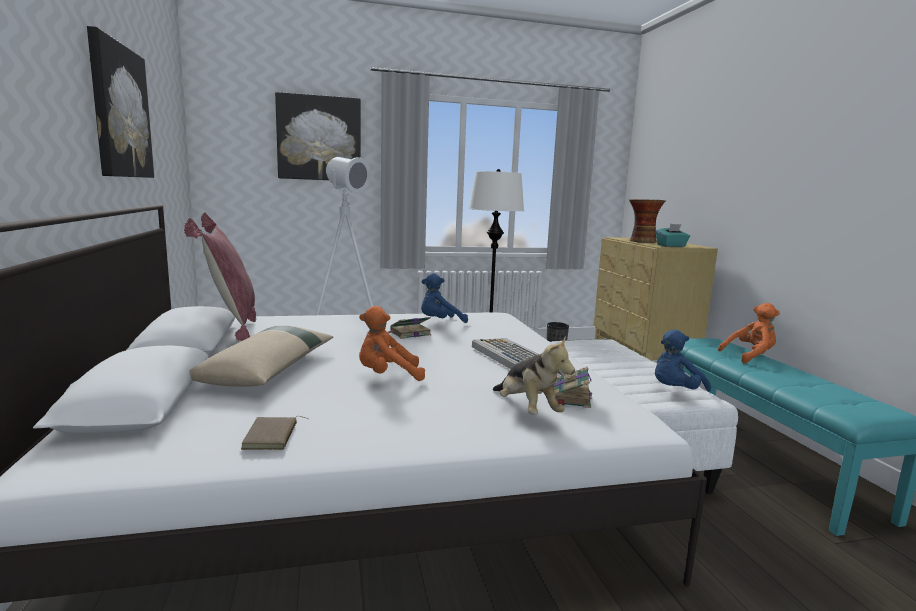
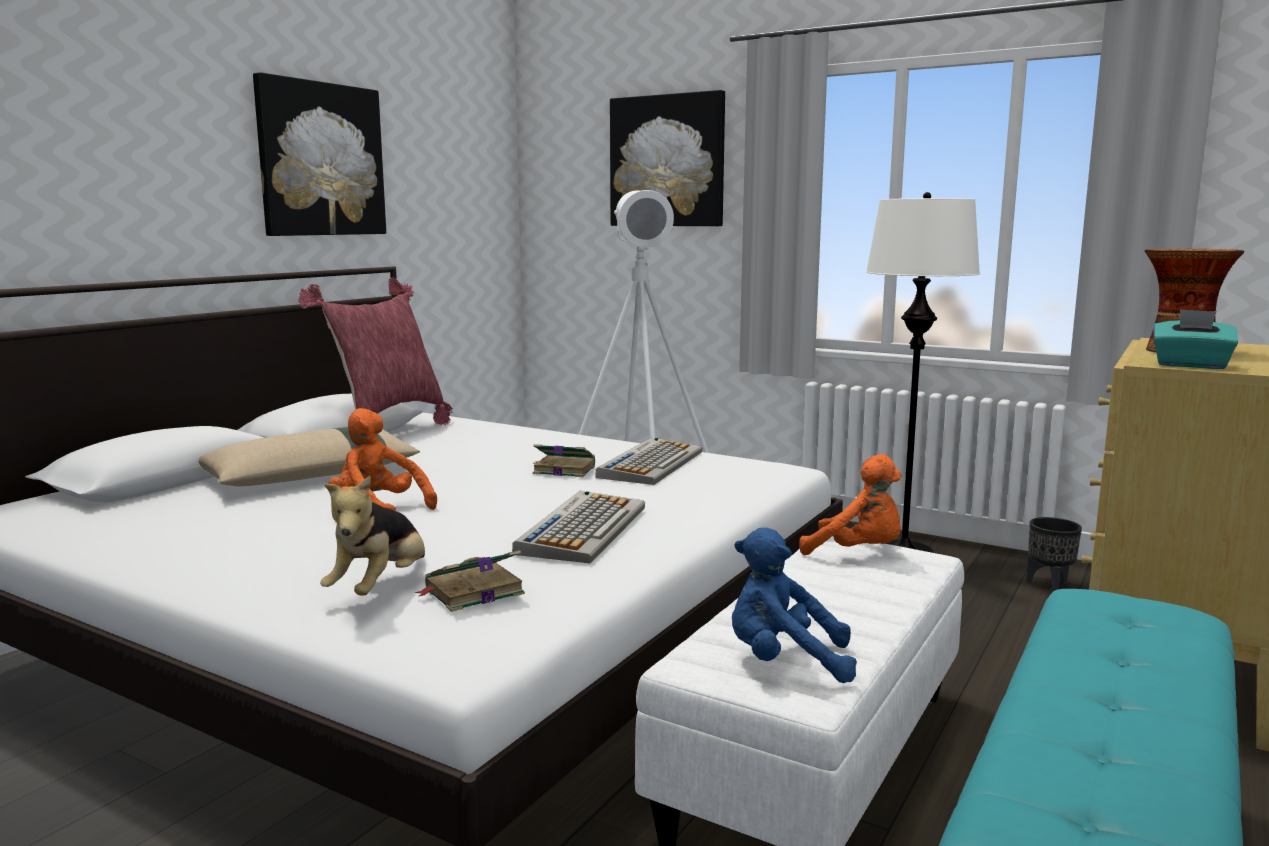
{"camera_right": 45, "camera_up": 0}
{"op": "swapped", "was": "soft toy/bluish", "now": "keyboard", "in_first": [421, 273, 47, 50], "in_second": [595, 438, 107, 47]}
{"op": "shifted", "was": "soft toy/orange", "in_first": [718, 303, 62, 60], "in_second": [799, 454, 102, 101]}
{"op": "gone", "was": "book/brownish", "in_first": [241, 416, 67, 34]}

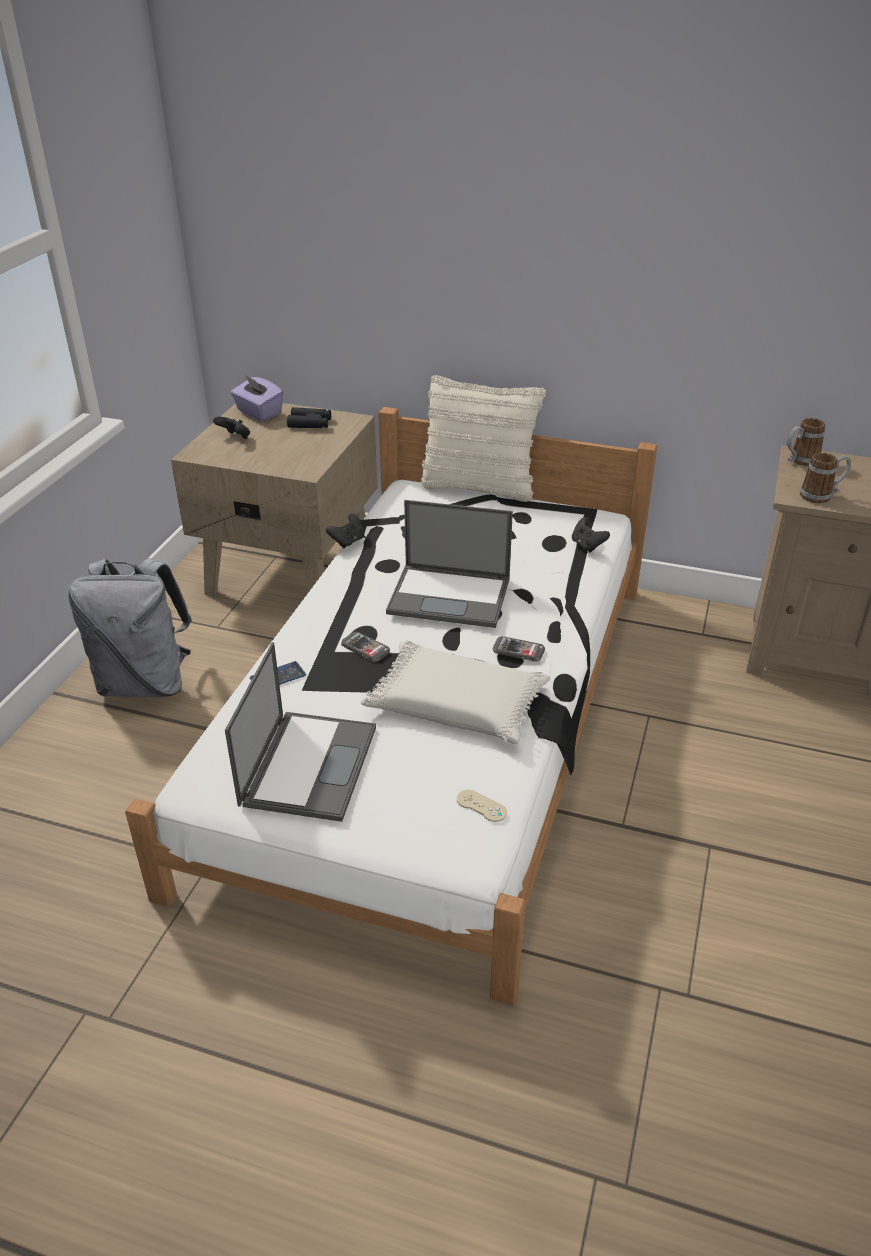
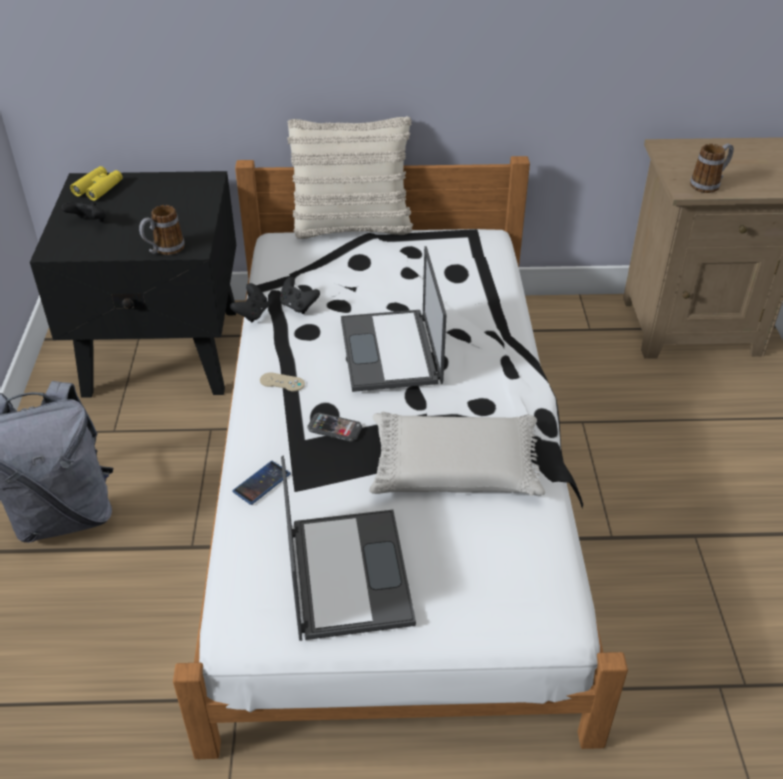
{"camera_right": -20, "camera_up": 5}
{"op": "repainted", "was": "nightstand/beige-coloured", "now": "nightstand/blackish", "in_first": [171, 403, 206, 193], "in_second": [30, 171, 206, 227]}
{"op": "swapped", "was": "tissue box/purplish", "now": "binoculars/yellowish", "in_first": [231, 374, 52, 47], "in_second": [70, 166, 53, 35]}
{"op": "shifted", "was": "mug", "in_first": [787, 418, 38, 48], "in_second": [139, 205, 46, 50]}
{"op": "shifted", "was": "joypad/beige-coloured", "in_first": [457, 790, 50, 32], "in_second": [260, 372, 45, 20]}
{"op": "shifted", "was": "joypad/blackish", "in_first": [572, 517, 38, 36], "in_second": [280, 277, 40, 37]}
{"op": "rotated", "was": "portable computer", "in_first": [386, 500, 127, 128], "in_second": [341, 246, 105, 146], "clockwise": 90}
{"op": "gone", "was": "binoculars/blackish", "in_first": [287, 407, 44, 21]}
{"op": "gone", "was": "phone", "in_first": [493, 636, 52, 26]}

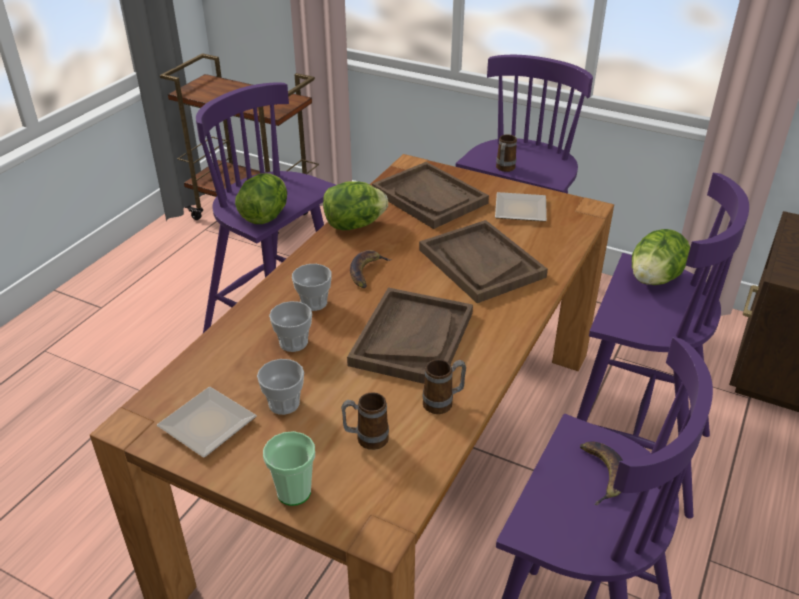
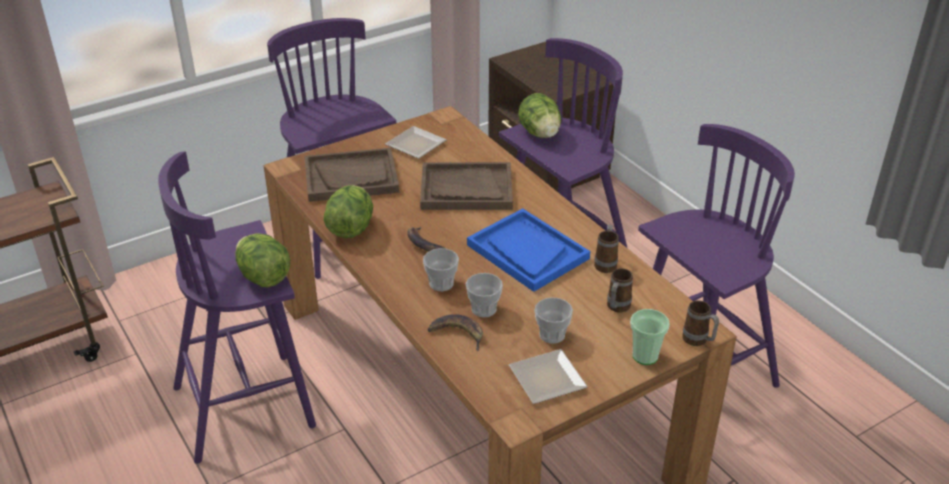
{"camera_right": -60, "camera_up": 0}
{"op": "shifted", "was": "banana", "in_first": [580, 441, 43, 64], "in_second": [427, 314, 56, 37]}
{"op": "repainted", "was": "tray/brownish", "now": "tray/bluish", "in_first": [347, 287, 126, 97], "in_second": [467, 208, 123, 84]}
{"op": "shifted", "was": "mug", "in_first": [496, 134, 21, 38], "in_second": [682, 300, 37, 46]}

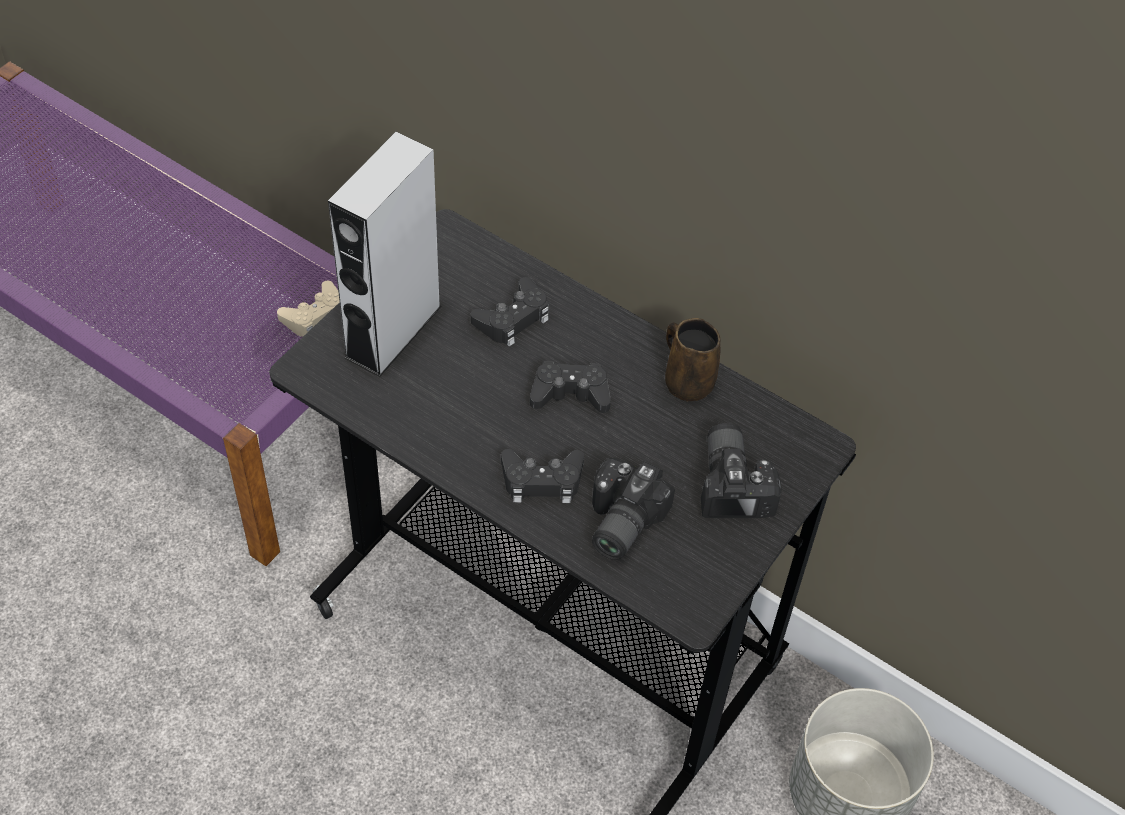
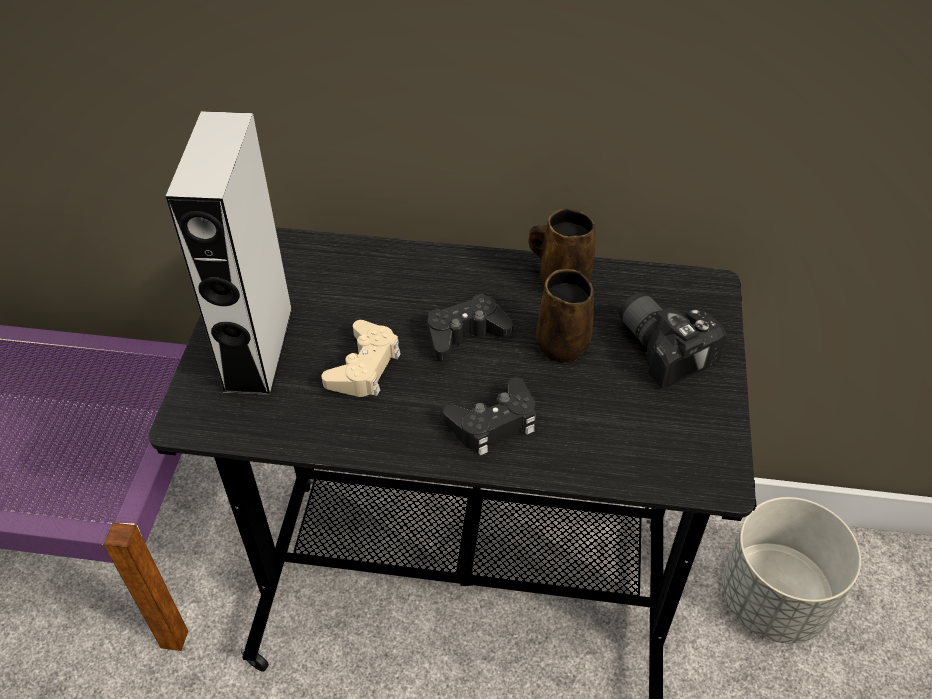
{"camera_right": -25, "camera_up": -5}
{"op": "shifted", "was": "joypad/beige-coloured", "in_first": [277, 281, 63, 56], "in_second": [322, 320, 79, 77]}
{"op": "new", "now": "mug/brownish", "in_second": [536, 269, 58, 94]}
{"op": "gone", "was": "joypad/blackish", "in_first": [471, 277, 78, 69]}
{"op": "gone", "was": "still camera", "in_first": [592, 458, 83, 102]}

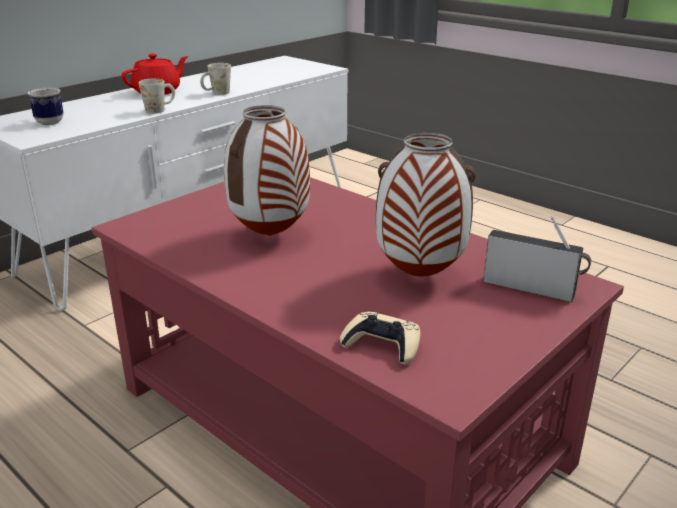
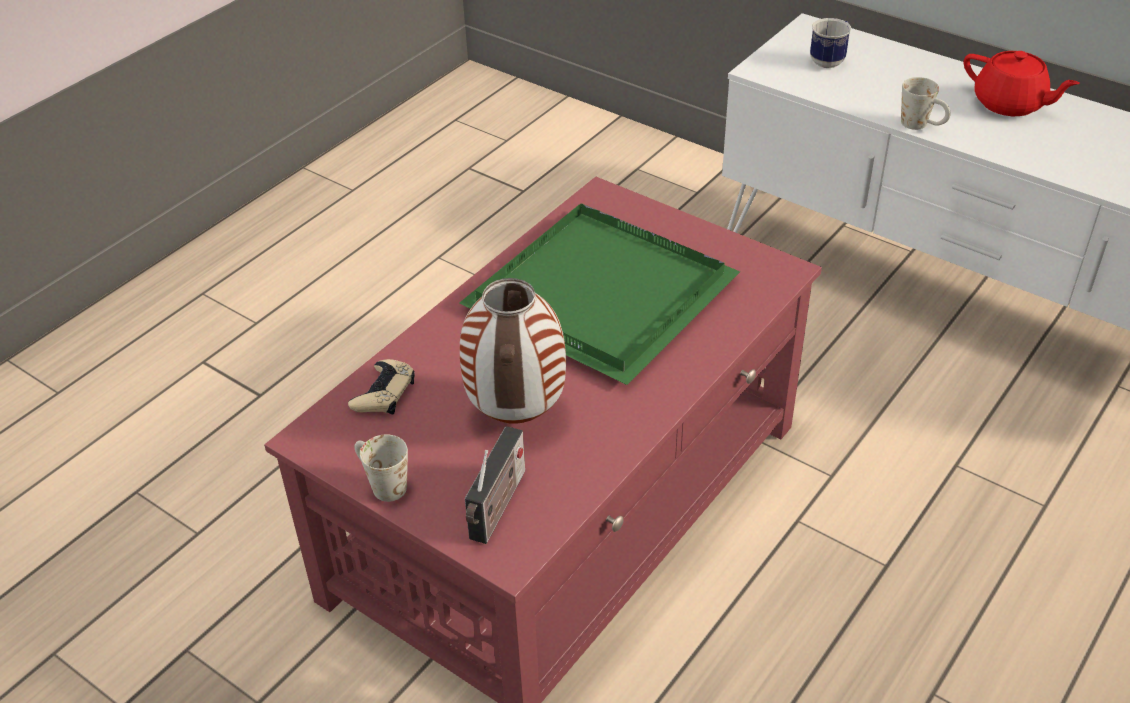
{"camera_right": 85, "camera_up": 15}
{"op": "shifted", "was": "mug/white-coloured", "in_first": [200, 63, 31, 32], "in_second": [355, 434, 53, 68]}
{"op": "swapped", "was": "vase", "now": "tray/greenish", "in_first": [224, 105, 86, 131], "in_second": [459, 203, 281, 182]}

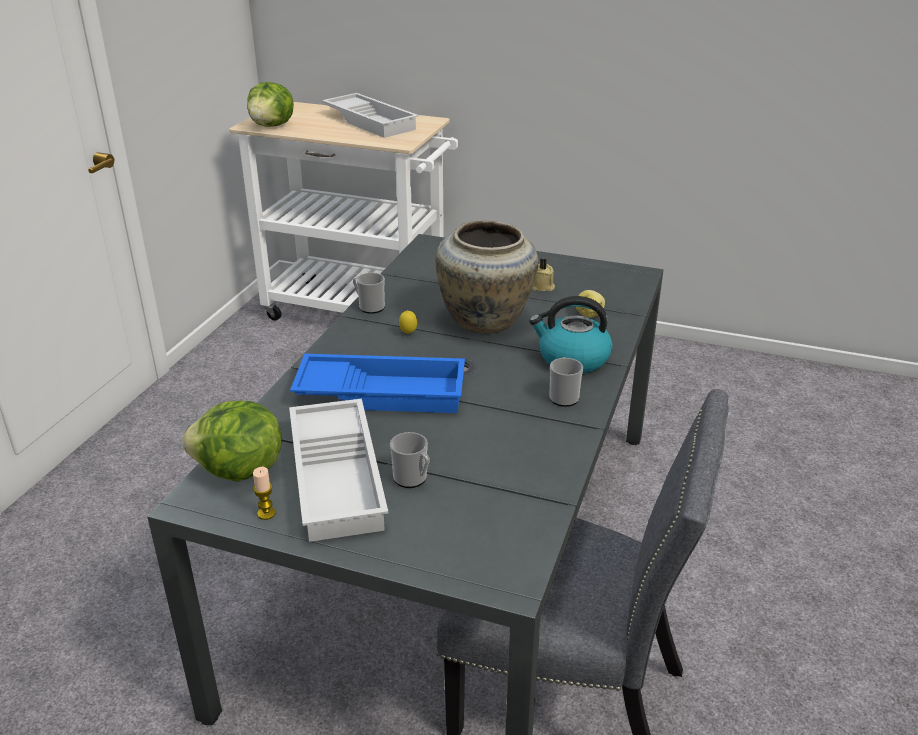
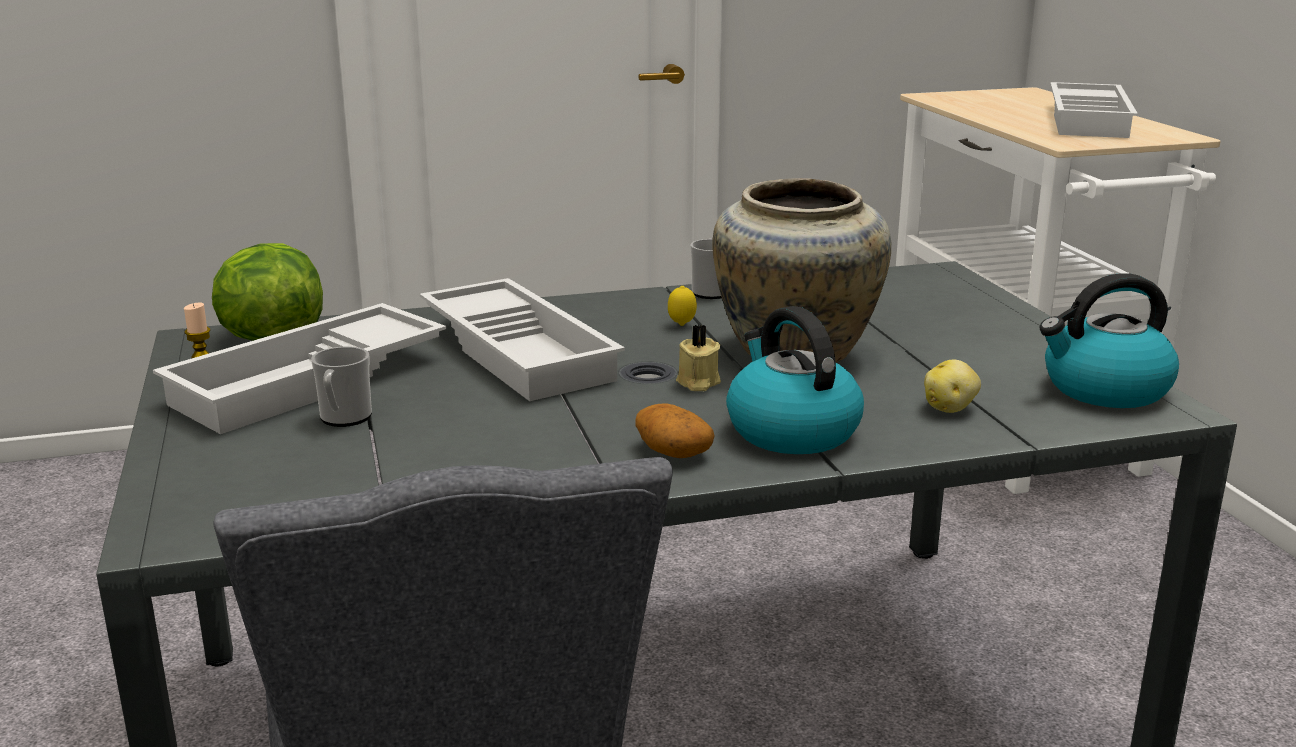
{"camera_right": 55, "camera_up": -10}
{"op": "repainted", "was": "tray/bluish", "now": "tray/white-coloured", "in_first": [290, 354, 175, 59], "in_second": [420, 278, 205, 123]}
{"op": "swapped", "was": "mug", "now": "potato", "in_first": [549, 357, 34, 50], "in_second": [635, 403, 80, 55]}
{"op": "shifted", "was": "wax light/beige-coloured", "in_first": [532, 258, 23, 33], "in_second": [676, 325, 45, 66]}
{"op": "new", "now": "water kettle", "in_second": [1039, 273, 140, 135]}
{"op": "gone", "was": "head of lettuce", "in_first": [247, 82, 47, 45]}

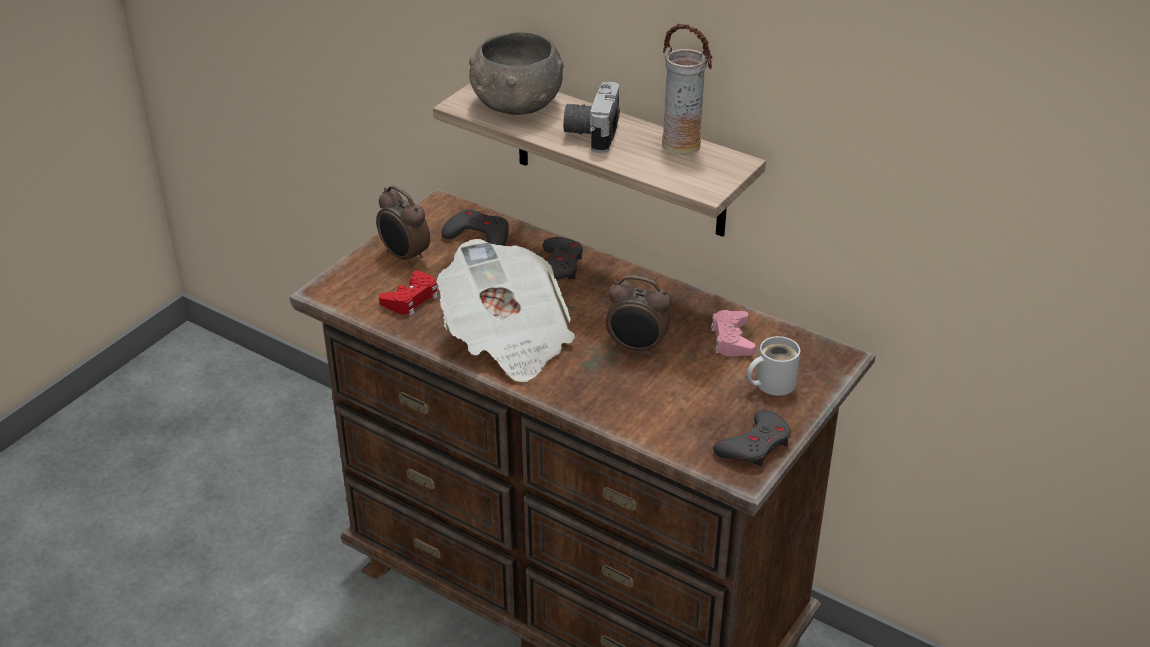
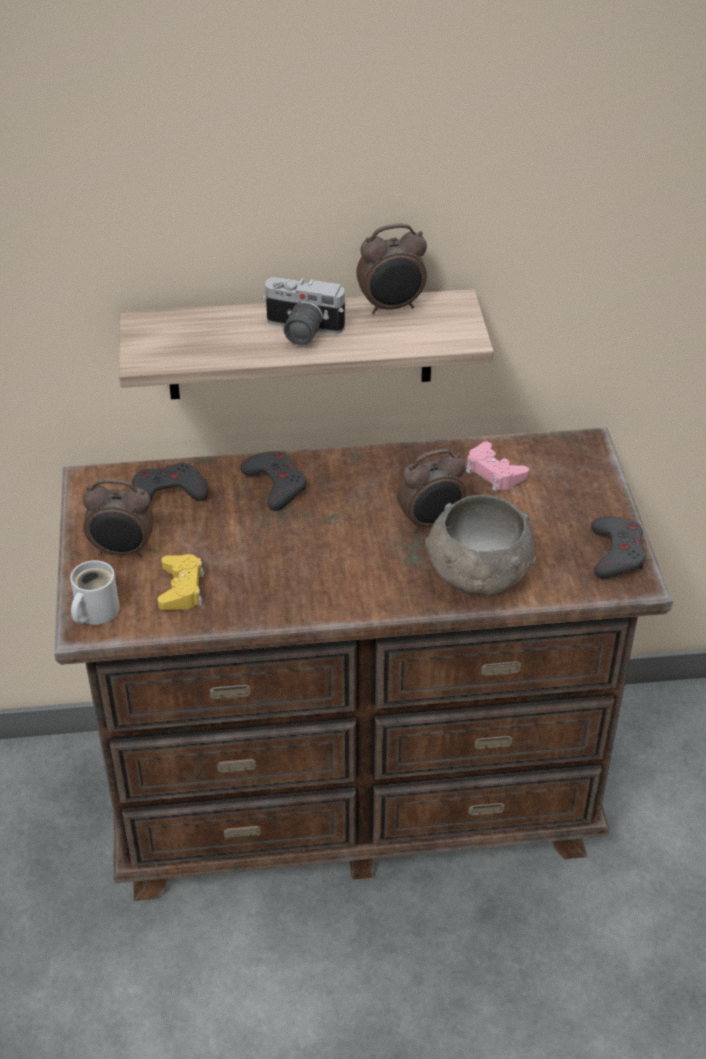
{"camera_right": -40, "camera_up": 5}
{"op": "shifted", "was": "mug/white-coloured", "in_first": [747, 336, 53, 60], "in_second": [70, 560, 50, 65]}
{"op": "repainted", "was": "joypad/reddish", "now": "joypad/yellowish", "in_first": [379, 271, 59, 45], "in_second": [158, 554, 46, 56]}
{"op": "rotated", "was": "still camera", "in_first": [563, 82, 57, 71], "in_second": [262, 277, 84, 68], "clockwise": -45}
{"op": "swapped", "was": "vase", "now": "bedside clock", "in_first": [662, 24, 50, 131], "in_second": [356, 224, 71, 90]}
{"op": "shifted", "was": "bowl/grey", "in_first": [469, 32, 95, 83], "in_second": [425, 495, 111, 100]}
{"op": "gone", "was": "newspaper", "in_first": [437, 239, 138, 143]}

